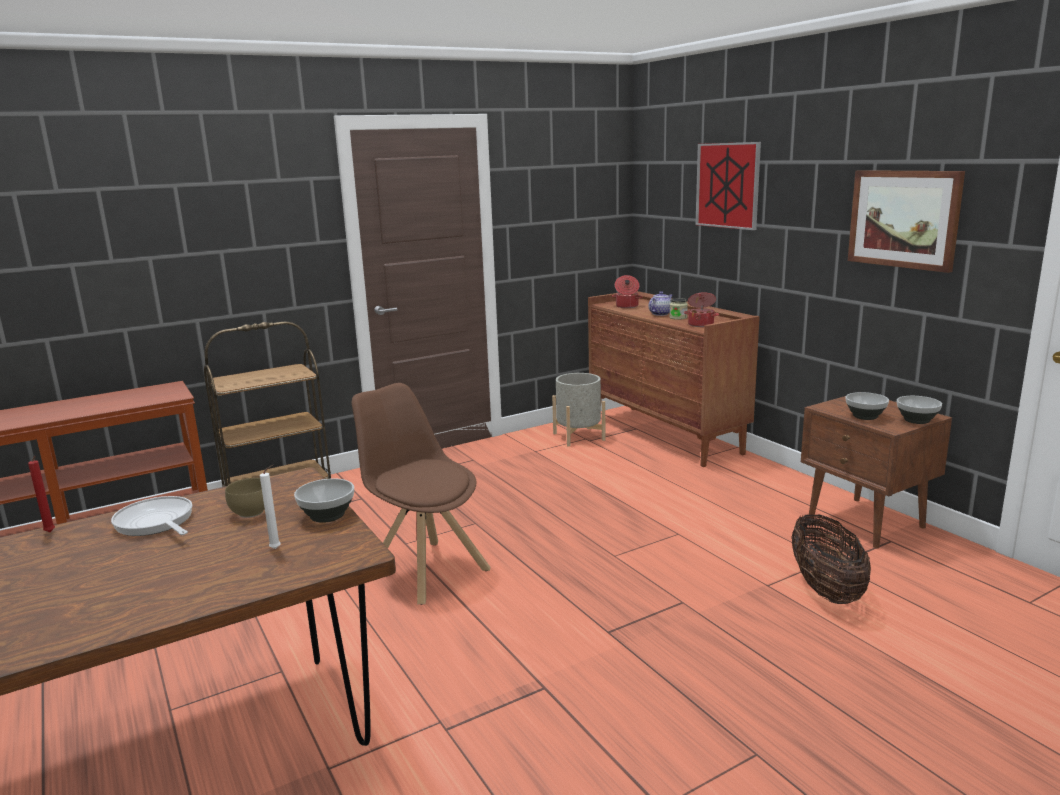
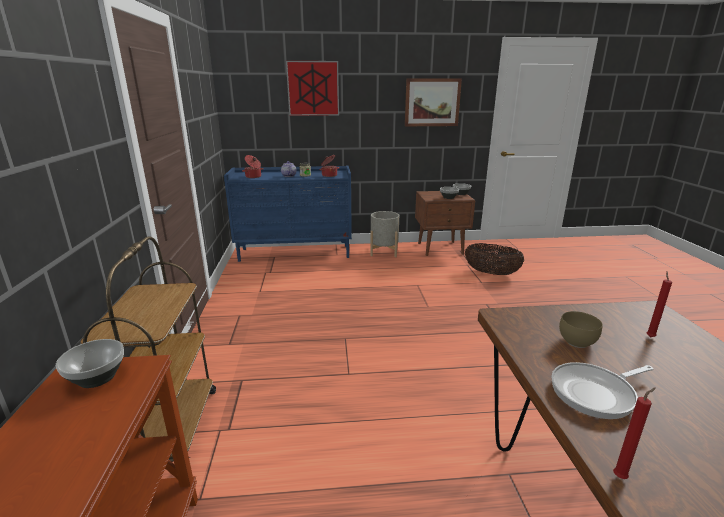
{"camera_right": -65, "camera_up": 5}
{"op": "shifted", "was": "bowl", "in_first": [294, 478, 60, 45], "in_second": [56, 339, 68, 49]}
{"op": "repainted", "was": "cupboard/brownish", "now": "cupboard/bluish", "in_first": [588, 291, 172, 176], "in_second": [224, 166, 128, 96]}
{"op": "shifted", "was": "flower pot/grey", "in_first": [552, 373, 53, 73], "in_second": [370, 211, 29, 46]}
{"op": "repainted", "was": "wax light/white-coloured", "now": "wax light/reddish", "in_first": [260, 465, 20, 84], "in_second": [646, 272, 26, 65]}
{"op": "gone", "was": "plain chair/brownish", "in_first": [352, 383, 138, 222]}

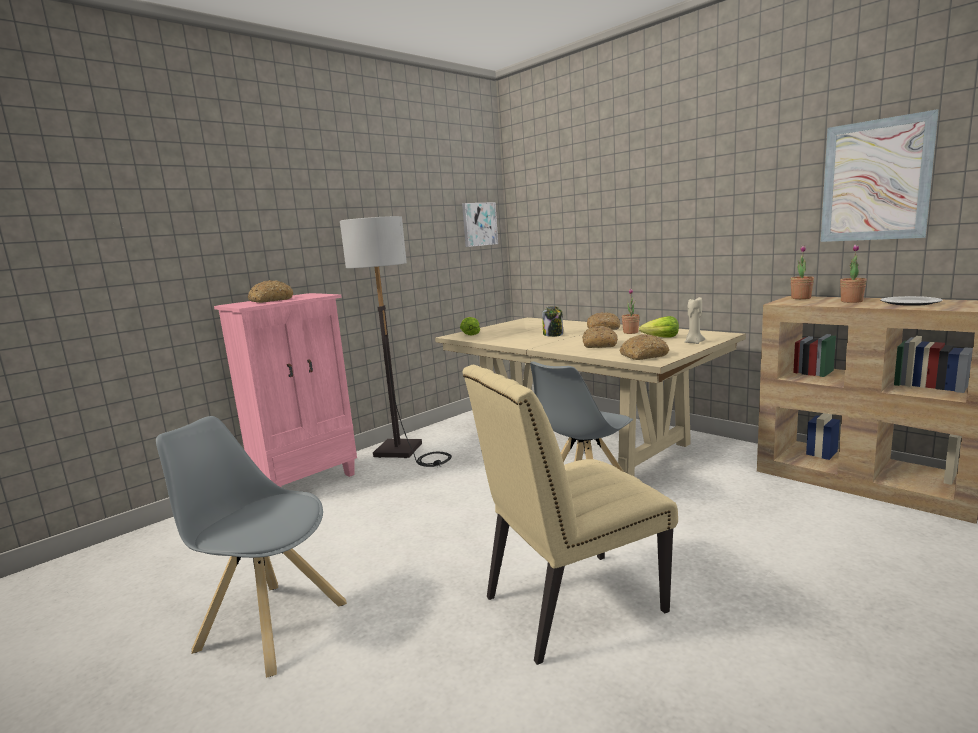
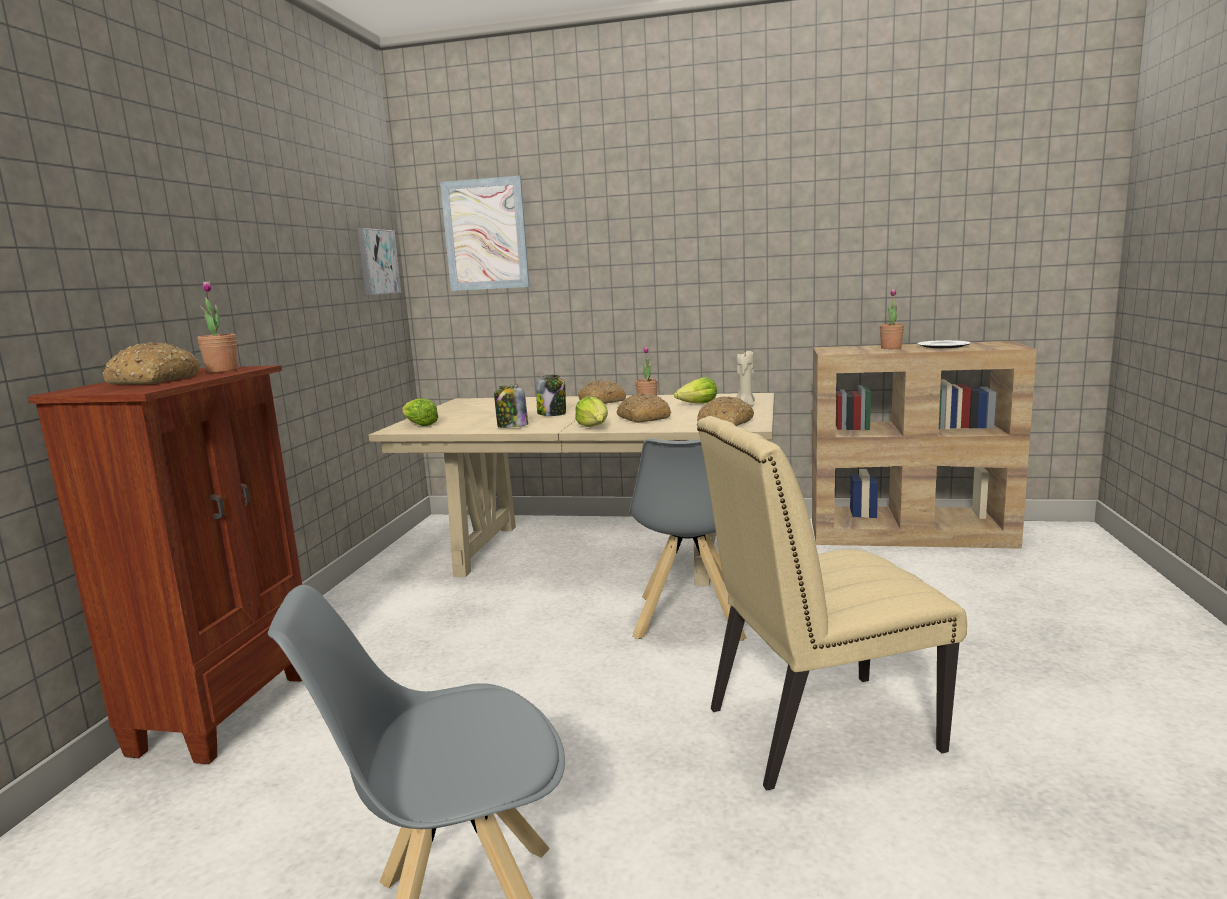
{"camera_right": -35, "camera_up": 0}
{"op": "repainted", "was": "cupboard/pink-coloured", "now": "cupboard/brownish", "in_first": [214, 293, 143, 194], "in_second": [27, 365, 275, 399]}
{"op": "shifted", "was": "houseplant", "in_first": [790, 245, 24, 54], "in_second": [197, 281, 41, 92]}
{"op": "shifted", "was": "picture", "in_first": [821, 109, 118, 133], "in_second": [440, 176, 90, 115]}
{"op": "new", "now": "jar", "in_second": [494, 385, 34, 43]}
{"op": "new", "now": "head of lettuce", "in_second": [575, 396, 33, 31]}
{"op": "rotated", "was": "plain chair/beige-coloured", "in_first": [463, 364, 215, 301], "in_second": [697, 416, 270, 375], "clockwise": 45}
{"op": "gone", "was": "standing lamp", "in_first": [340, 216, 112, 251]}

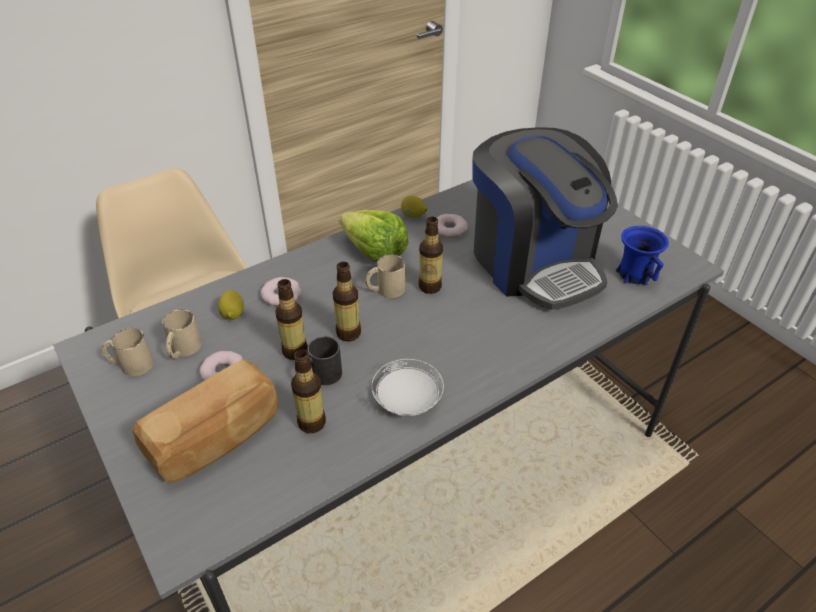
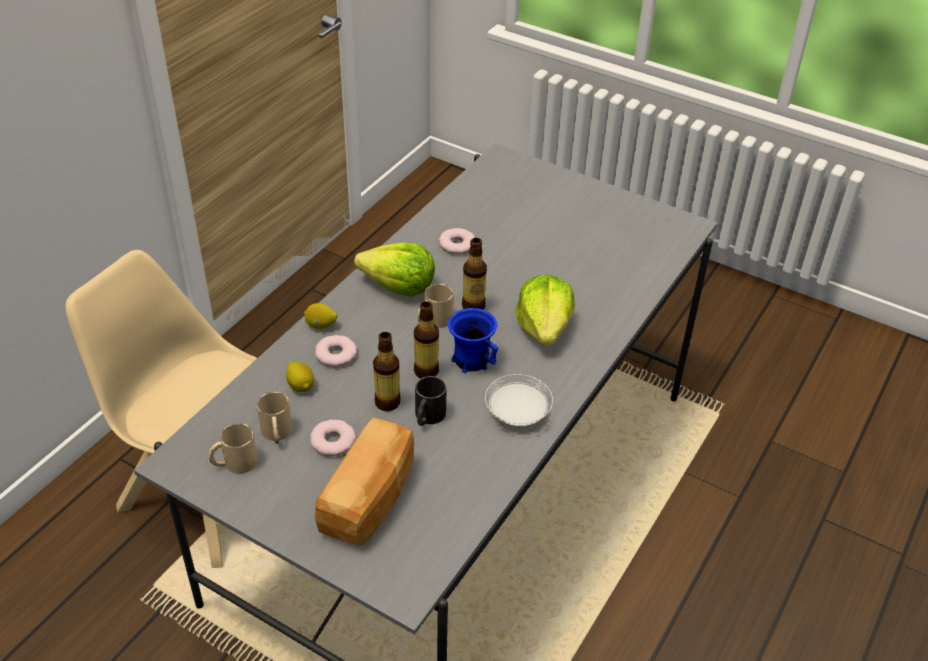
{"camera_right": -25, "camera_up": 0}
{"op": "shifted", "was": "lemon", "in_first": [401, 195, 26, 23], "in_second": [304, 303, 33, 26]}
{"op": "shifted", "was": "mug/bluish", "in_first": [616, 226, 53, 59], "in_second": [448, 308, 50, 65]}
{"op": "new", "now": "head of lettuce", "in_second": [516, 274, 59, 72]}
{"op": "gone", "was": "beverage bottle", "in_first": [291, 349, 35, 84]}
{"op": "gone", "was": "coffee brewer", "in_first": [472, 127, 146, 183]}

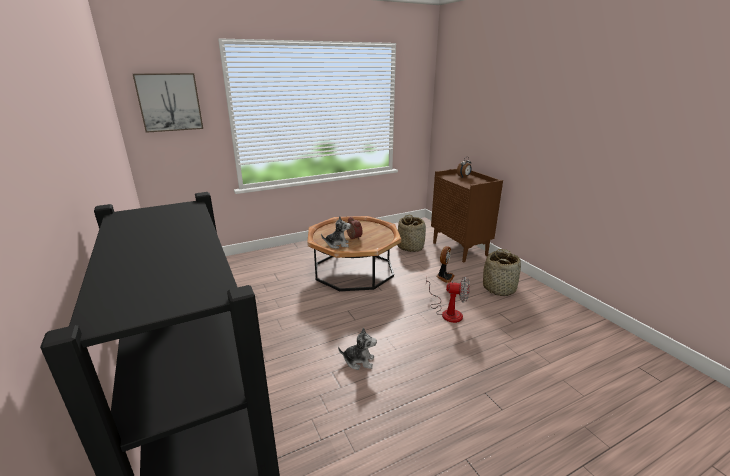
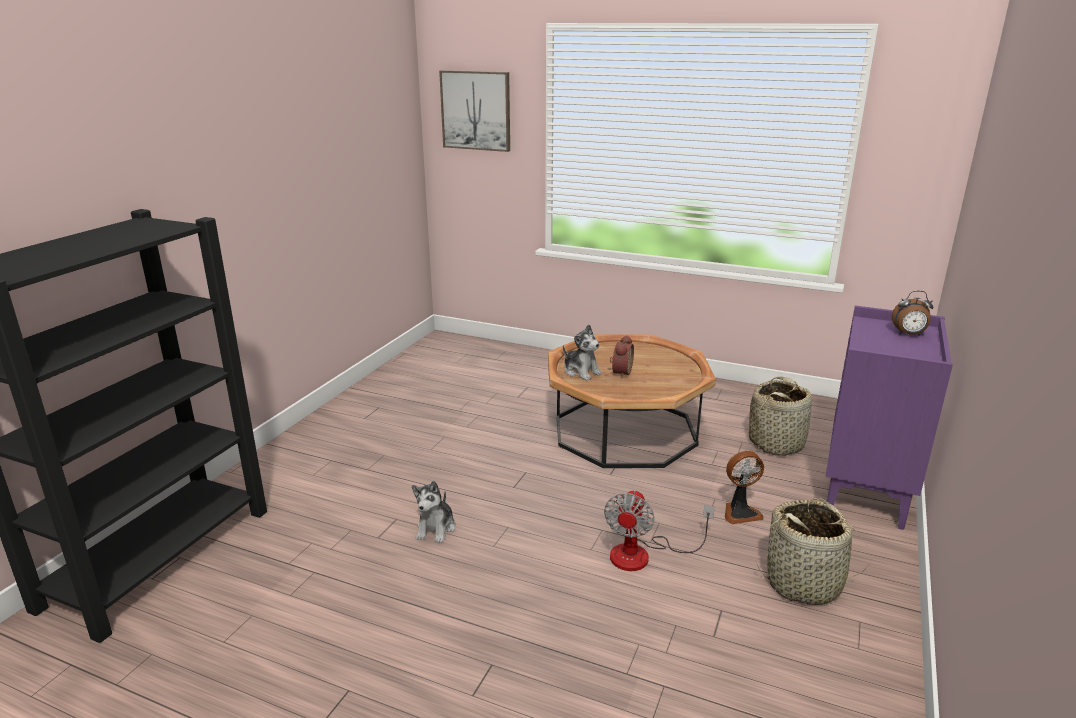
{"camera_right": 50, "camera_up": 0}
{"op": "rotated", "was": "soft toy", "in_first": [338, 328, 39, 42], "in_second": [412, 481, 44, 62], "clockwise": 45}
{"op": "rotated", "was": "cooling fan", "in_first": [426, 276, 44, 47], "in_second": [604, 490, 111, 81], "clockwise": 45}
{"op": "repainted", "was": "cupboard/brownish", "now": "cupboard/purplish", "in_first": [431, 168, 72, 94], "in_second": [825, 305, 128, 225]}

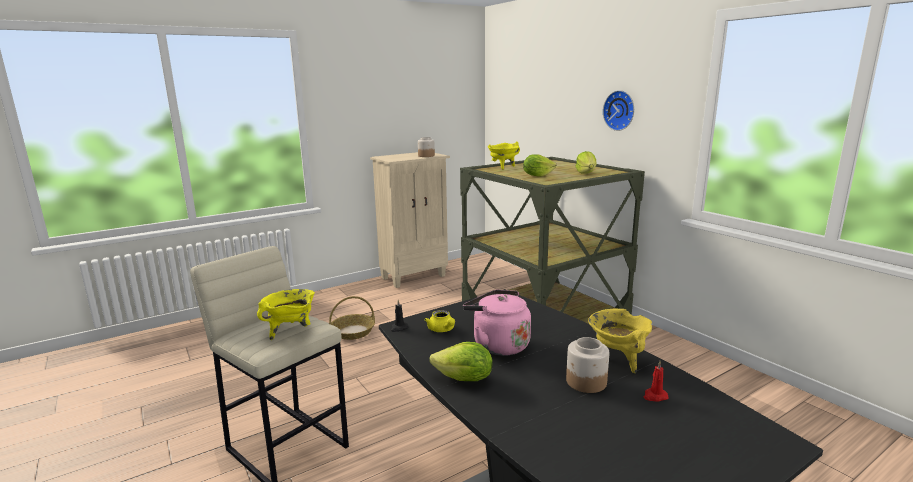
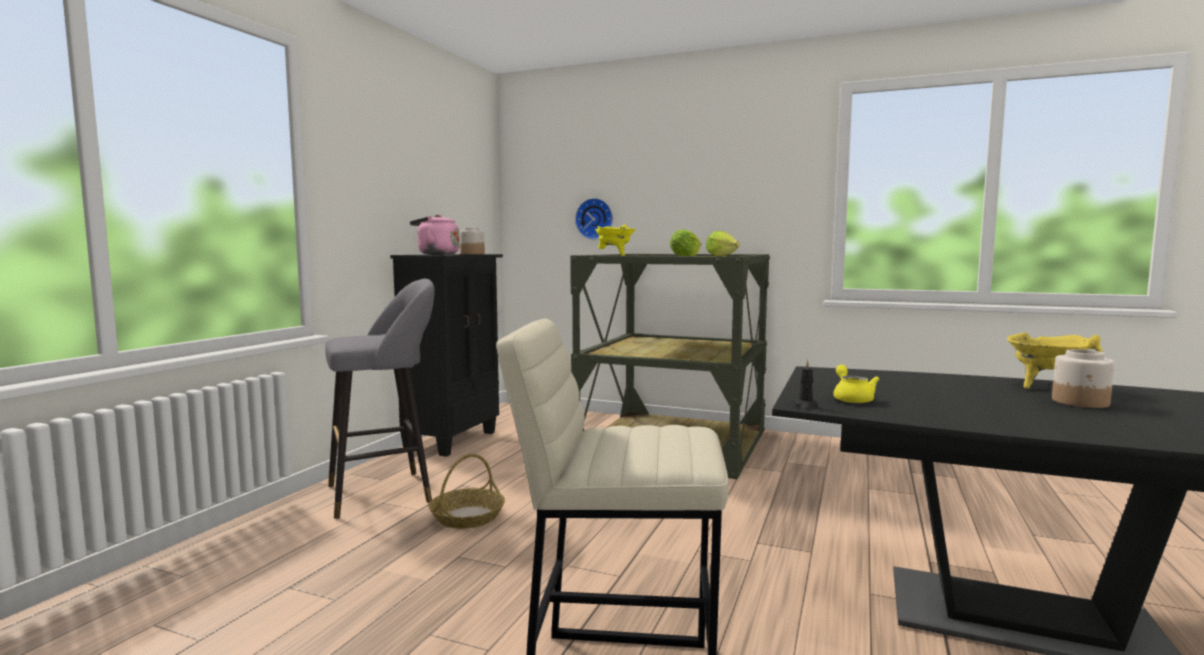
{"camera_right": -35, "camera_up": -10}
{"op": "new", "now": "stool/grey", "in_second": [325, 279, 110, 240]}
{"op": "repainted", "was": "cupboard/beige-coloured", "now": "cupboard/blackish", "in_first": [370, 152, 80, 136], "in_second": [390, 254, 113, 203]}
{"op": "shifted", "was": "water kettle/pink-coloured", "in_first": [463, 290, 68, 66], "in_second": [410, 214, 50, 41]}
{"op": "shifted", "was": "hanging clock", "in_first": [603, 90, 31, 41], "in_second": [575, 198, 38, 42]}
{"op": "rotated", "was": "pot for tea/yellowish", "in_first": [425, 310, 30, 22], "in_second": [834, 365, 46, 38], "clockwise": -120}
{"op": "gone", "was": "stockpot/yellowish", "in_first": [257, 289, 58, 51]}
{"op": "gone", "was": "head of lettuce", "in_first": [429, 342, 64, 39]}
{"op": "gone", "was": "wax light/reddish", "in_first": [644, 361, 24, 40]}

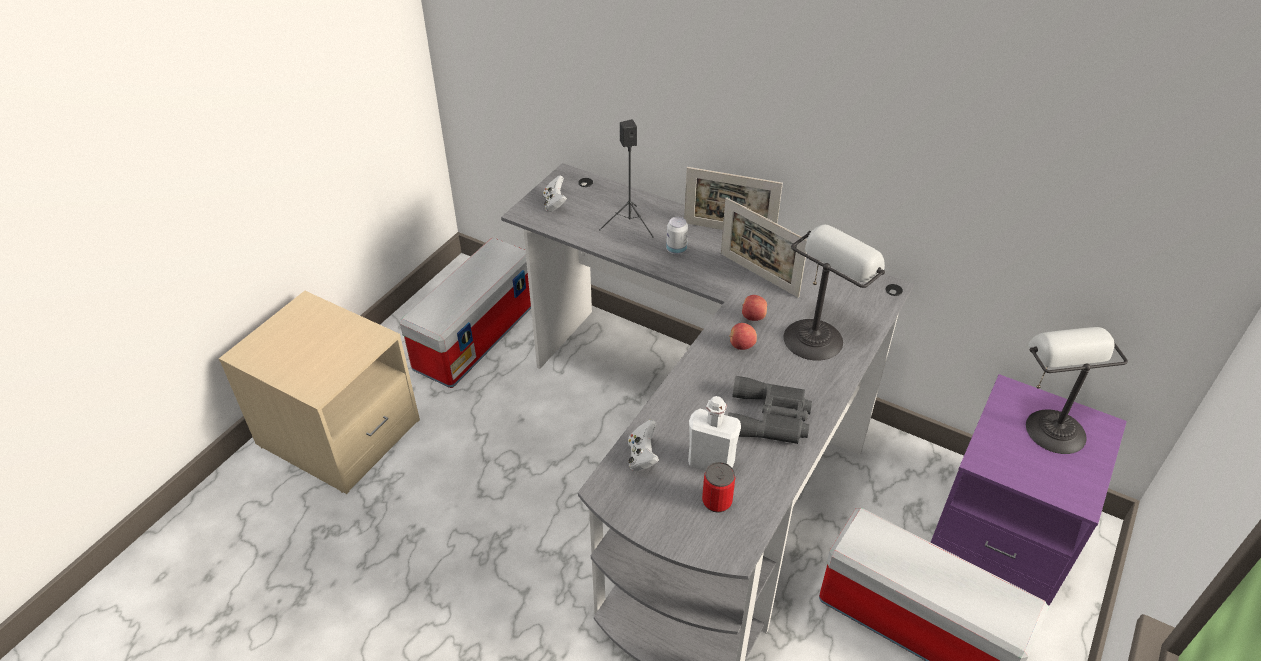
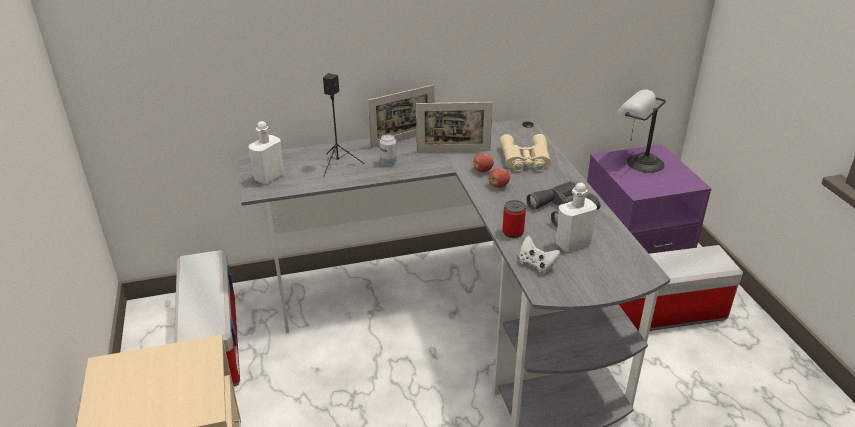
{"camera_right": -45, "camera_up": -10}
{"op": "swapped", "was": "joypad/white-coloured", "now": "beverage bottle/white-coloured", "in_first": [543, 175, 24, 37], "in_second": [249, 121, 35, 63]}
{"op": "swapped", "was": "lamp for a table", "now": "binoculars/beige-coloured", "in_first": [783, 224, 102, 137], "in_second": [500, 134, 51, 37]}
{"op": "shifted", "was": "can", "in_first": [702, 462, 33, 51], "in_second": [503, 200, 23, 38]}

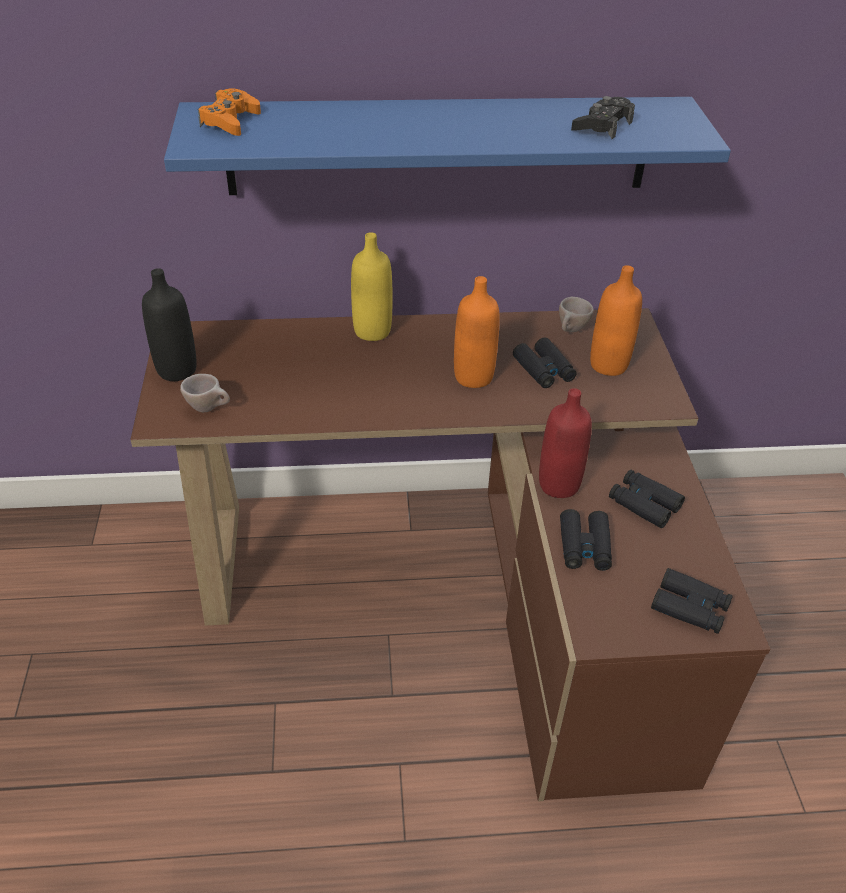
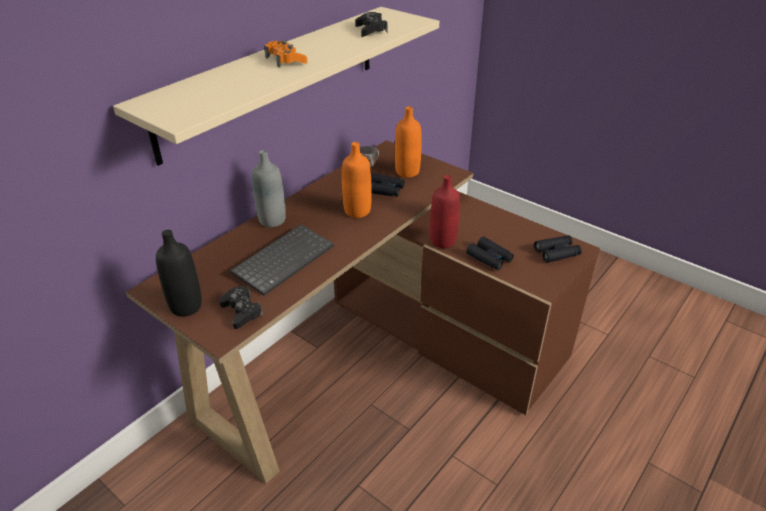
{"camera_right": -45, "camera_up": -5}
{"op": "repainted", "was": "bracket shelf/bluish", "now": "bracket shelf/beige-coloured", "in_first": [164, 97, 567, 98], "in_second": [113, 7, 326, 159]}
{"op": "swapped", "was": "small cup/beige-coloured", "now": "joypad/blackish", "in_first": [180, 374, 50, 38], "in_second": [219, 286, 44, 43]}
{"op": "new", "now": "keyboard", "in_second": [230, 224, 104, 72]}
{"op": "repainted", "was": "beverage bottle/yellowish", "now": "beverage bottle/grey", "in_first": [351, 233, 42, 108], "in_second": [252, 150, 34, 77]}
{"op": "shifted", "was": "joypad/orange", "in_first": [198, 89, 63, 47], "in_second": [264, 40, 43, 27]}
{"op": "gone", "was": "binoculars/blackish", "in_first": [609, 470, 76, 58]}

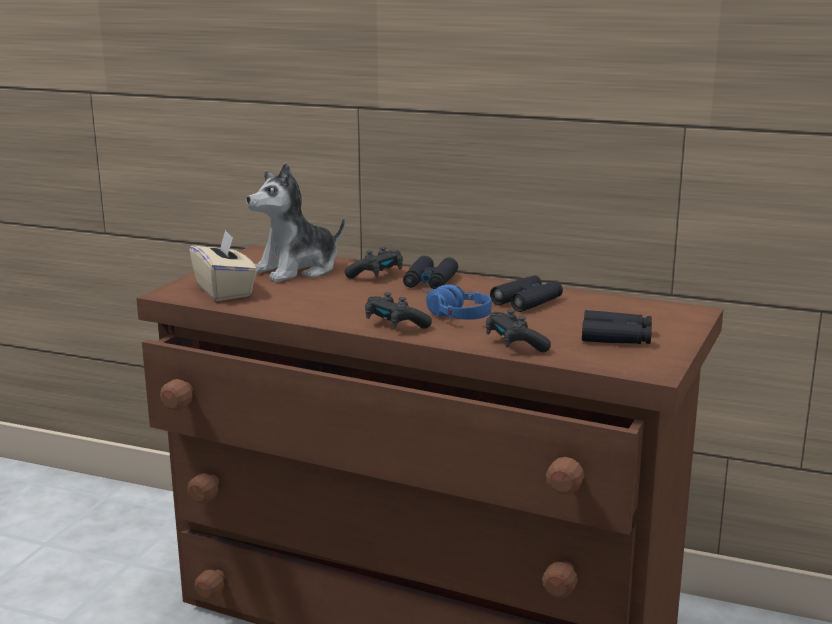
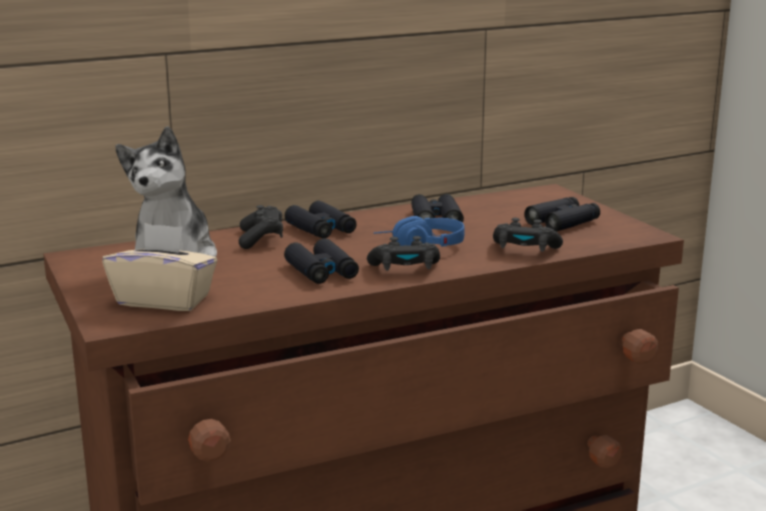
{"camera_right": -50, "camera_up": 0}
{"op": "new", "now": "binoculars/blackish", "in_second": [284, 238, 75, 46]}

